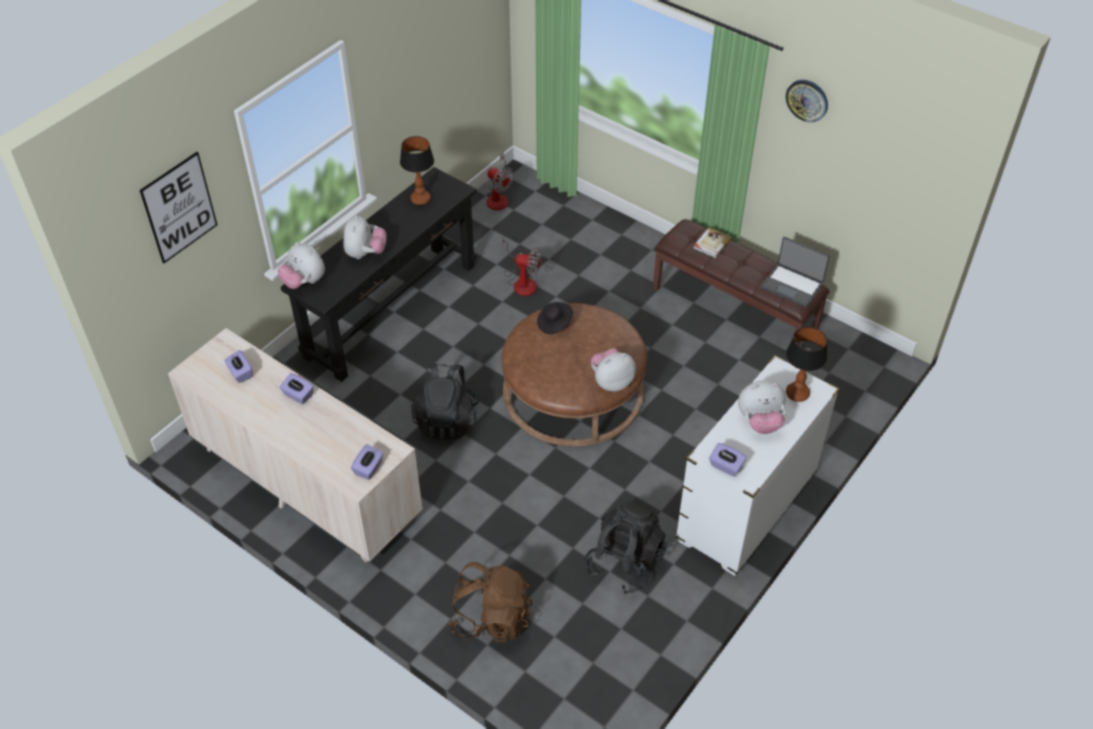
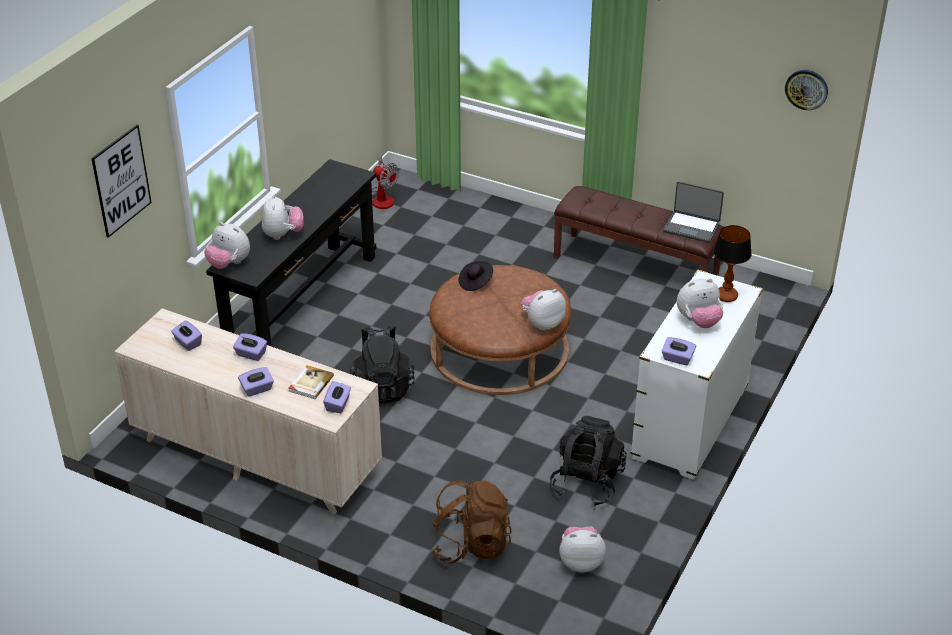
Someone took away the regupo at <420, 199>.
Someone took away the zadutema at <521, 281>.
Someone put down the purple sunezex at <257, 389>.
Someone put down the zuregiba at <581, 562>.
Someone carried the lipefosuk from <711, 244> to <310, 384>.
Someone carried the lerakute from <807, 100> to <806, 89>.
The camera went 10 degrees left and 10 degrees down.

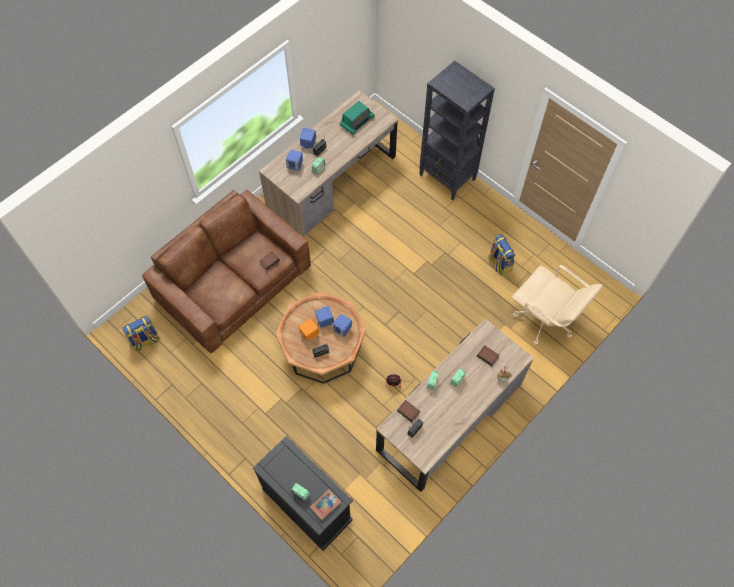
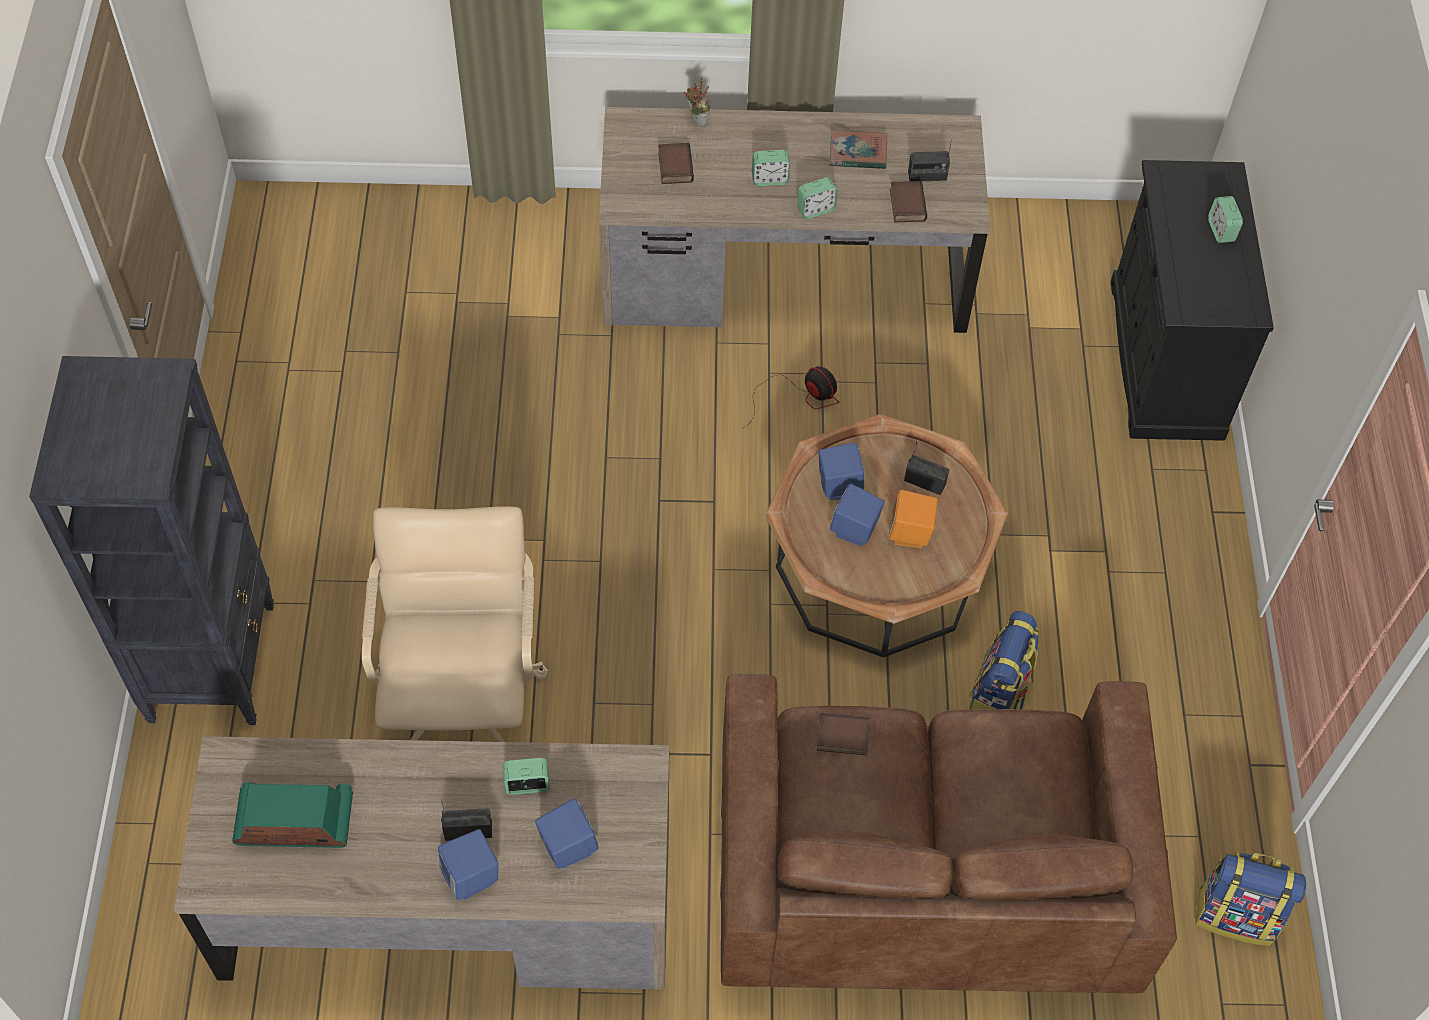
Someone carried the lipefosuk from <325, 505> to <858, 153>.
Someone carried the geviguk from <499, 263> to <999, 695>.
Someone carried the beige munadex from <545, 319> to <463, 696>.
The camera went 135 degrees left and 5 degrees down.

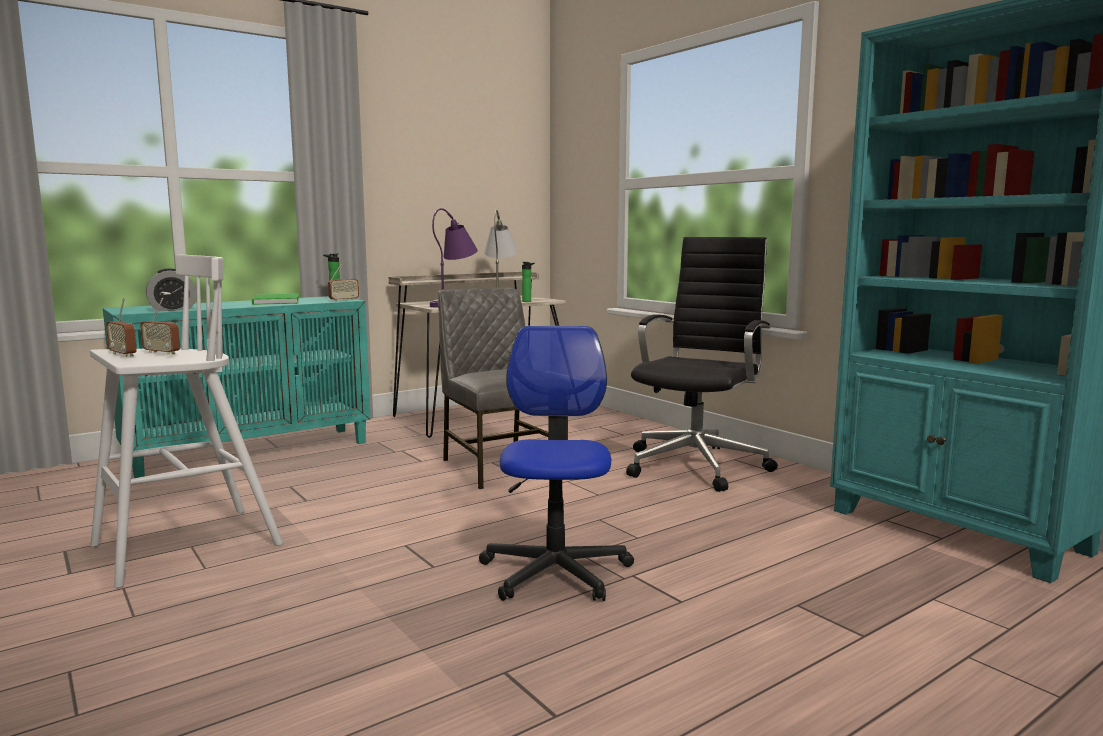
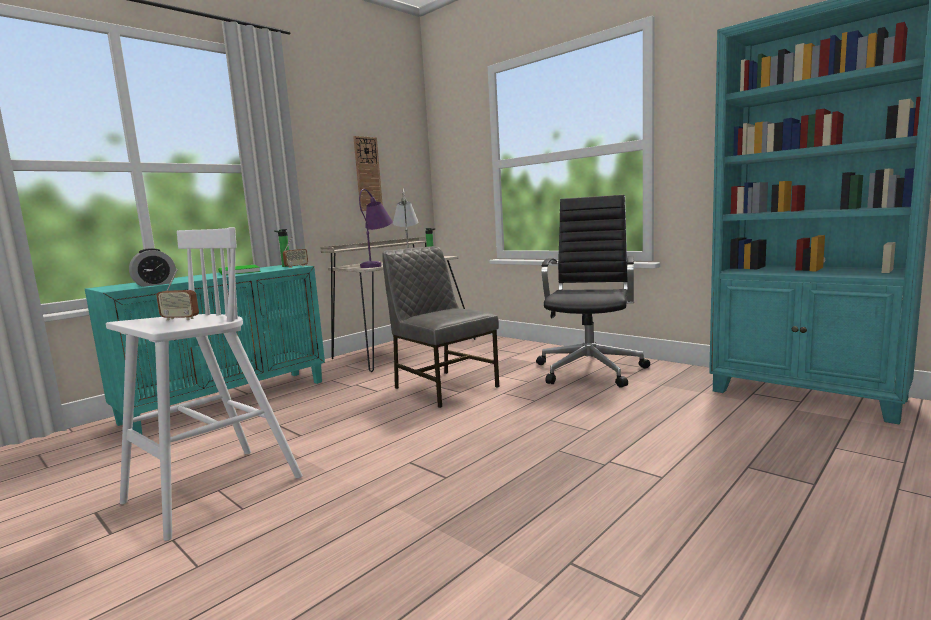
Someone took away the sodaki at <123, 355>.
Someone took away the munadex at <555, 572>.
Someone put up the lerakute at <367, 174>.
The camera went 10 degrees left and 0 degrees up.

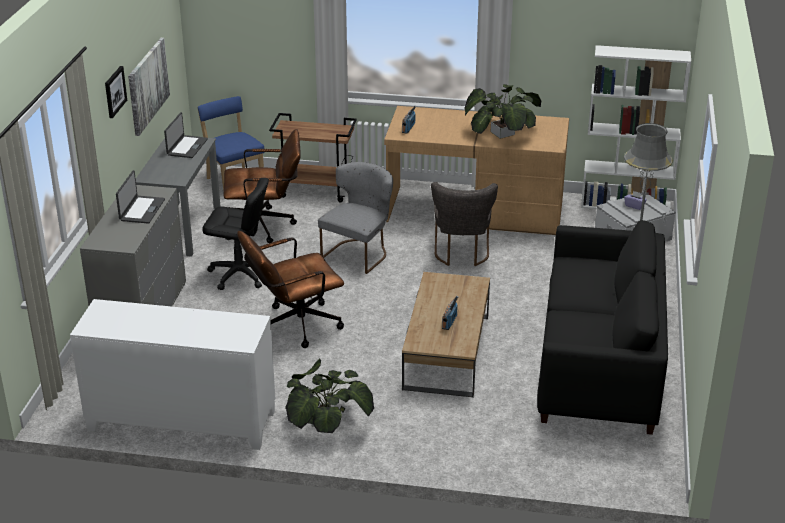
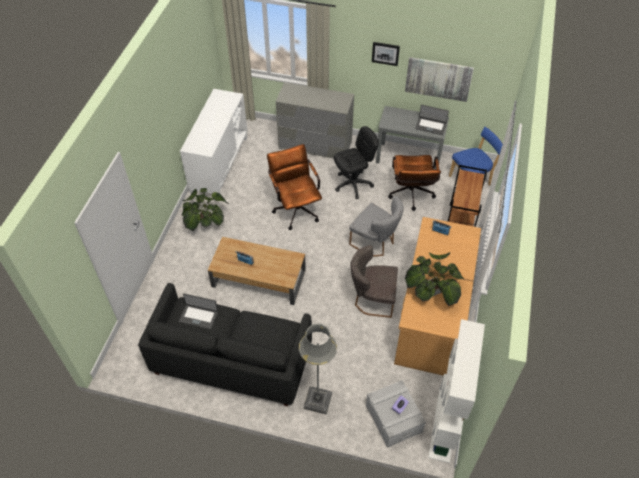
Someone carried the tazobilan from <141, 210> to <198, 316>.
Someone rotated the black munadex at <240, 274> by 135 degrees counterclockwise.
The camera went 95 degrees right and 20 degrees up.

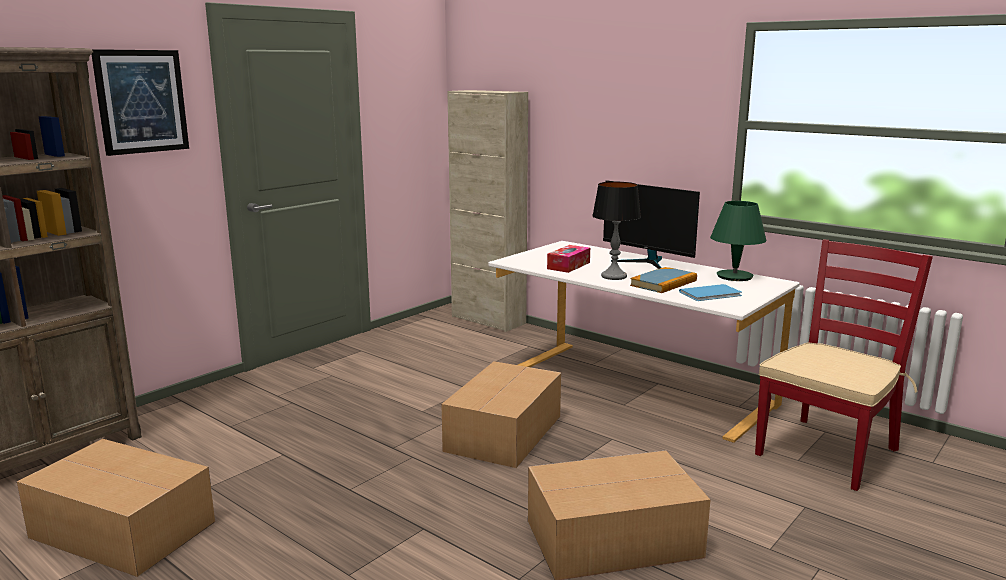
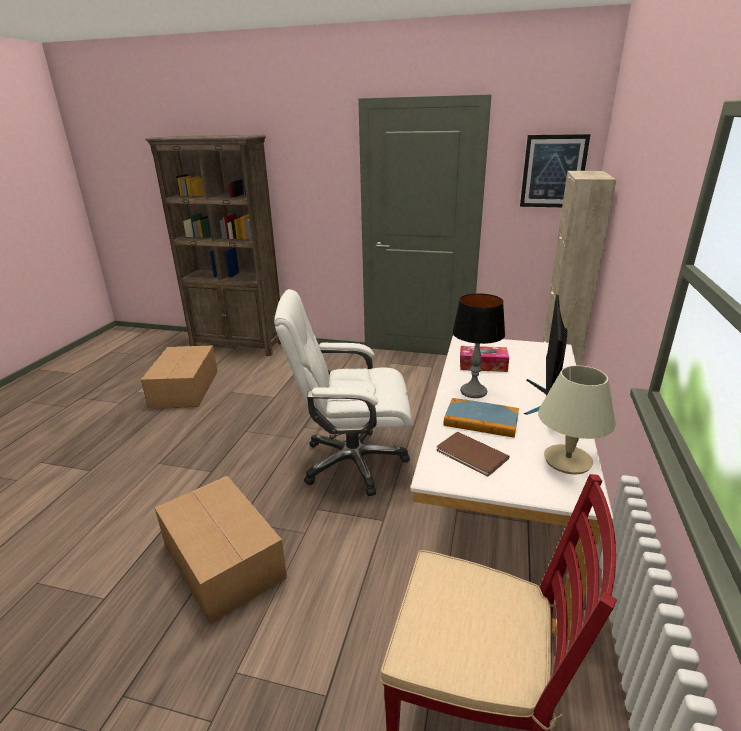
Someone carried the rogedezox from <141, 101> to <553, 171>.
Someone swapped the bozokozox at <502, 433> for the white munadex at <352, 462>.
Someone repainted the blue lipefosuk at <712, 294>, which became the brown lipefosuk at <472, 455>.
Someone repainted the green regupo at <734, 276>, which became the beige regupo at <568, 460>.
The camera went 65 degrees right and 10 degrees up.

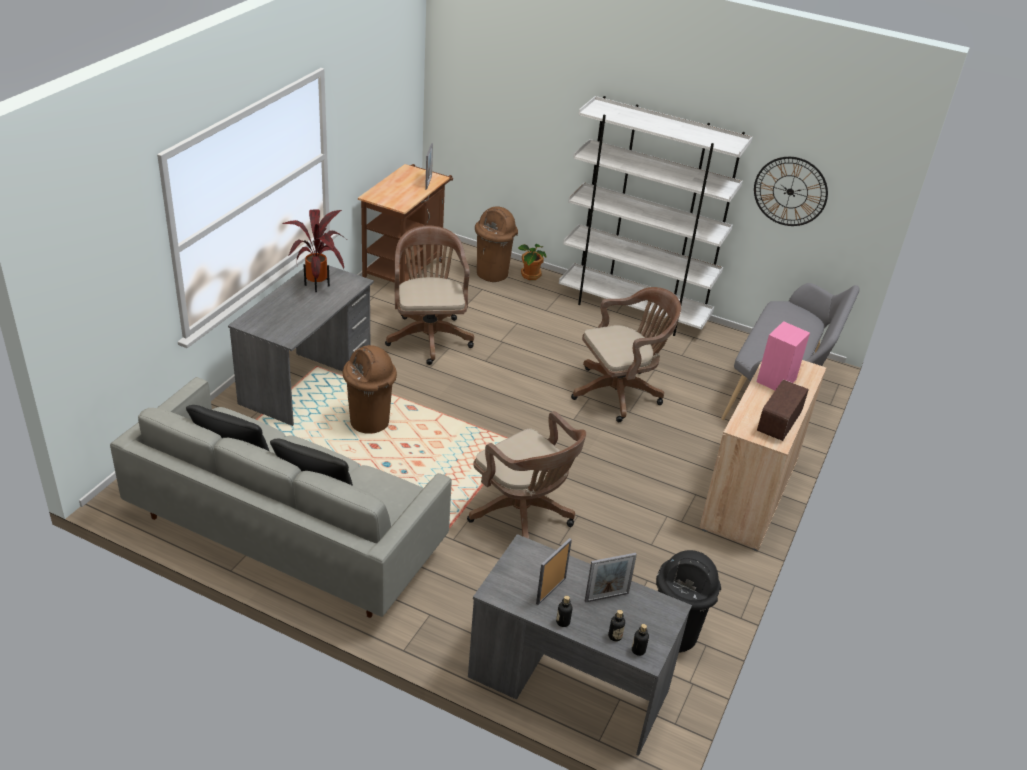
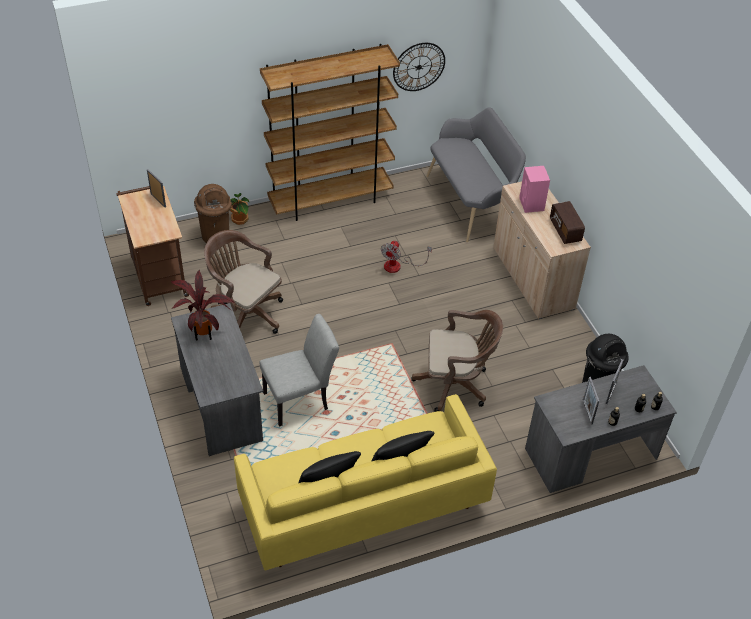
Someone swapped the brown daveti at <370, 422> for the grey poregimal at <301, 400>.
Someone swapped the brown munadex at <620, 392> for the zadutema at <398, 265>.
Someone repainted the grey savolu at <287, 534>, which became the yellow savolu at <362, 505>.
Someone repainted the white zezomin at <633, 310>, which became the brown zezomin at <331, 200>.
The camera went 45 degrees left and 10 degrees up.

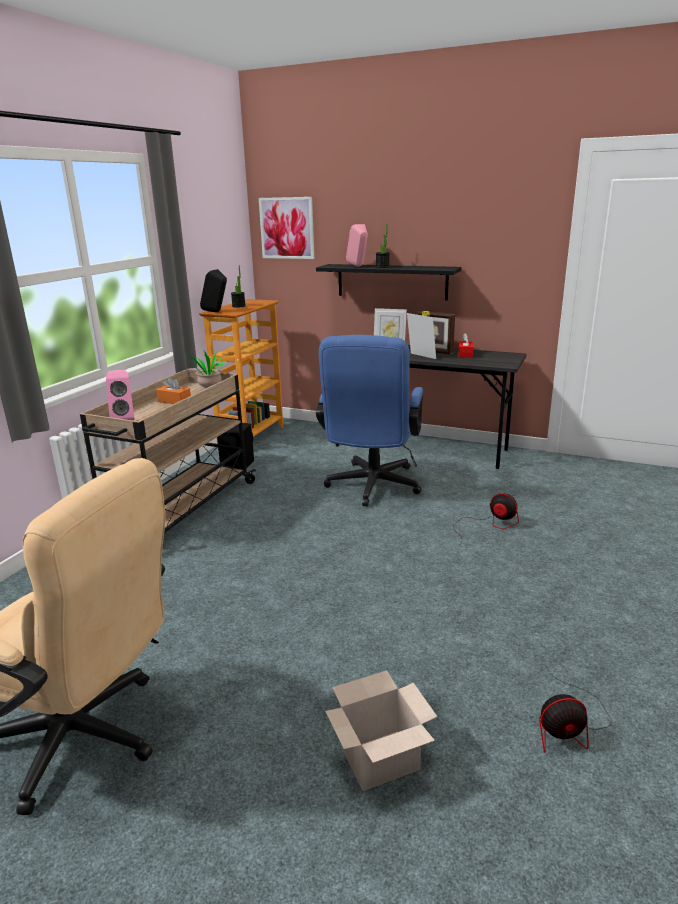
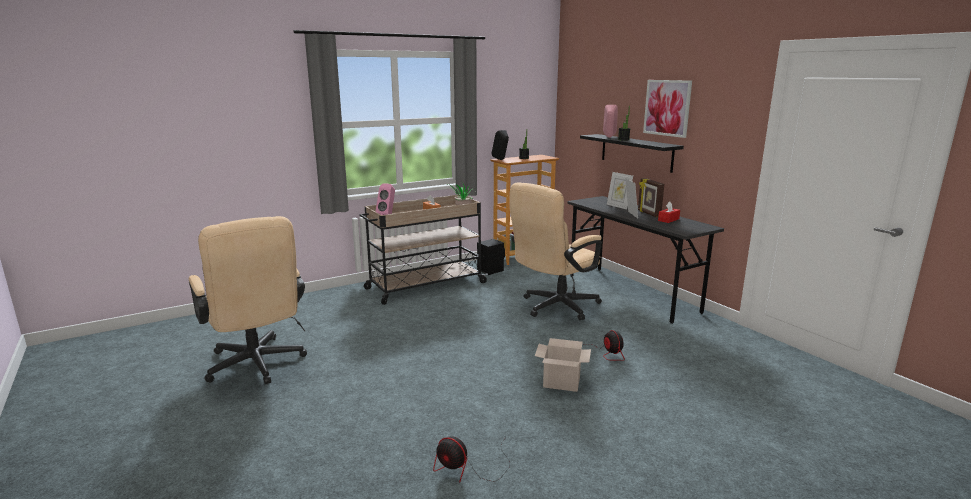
Someone carried the rogedezox from <287, 228> to <667, 108>.
Someone carried the bozokozox from <381, 758> to <562, 382>.
Someone repainted the blue munadex at <371, 488>, which became the beige munadex at <554, 307>.
The camera went 35 degrees right and 5 degrees down.

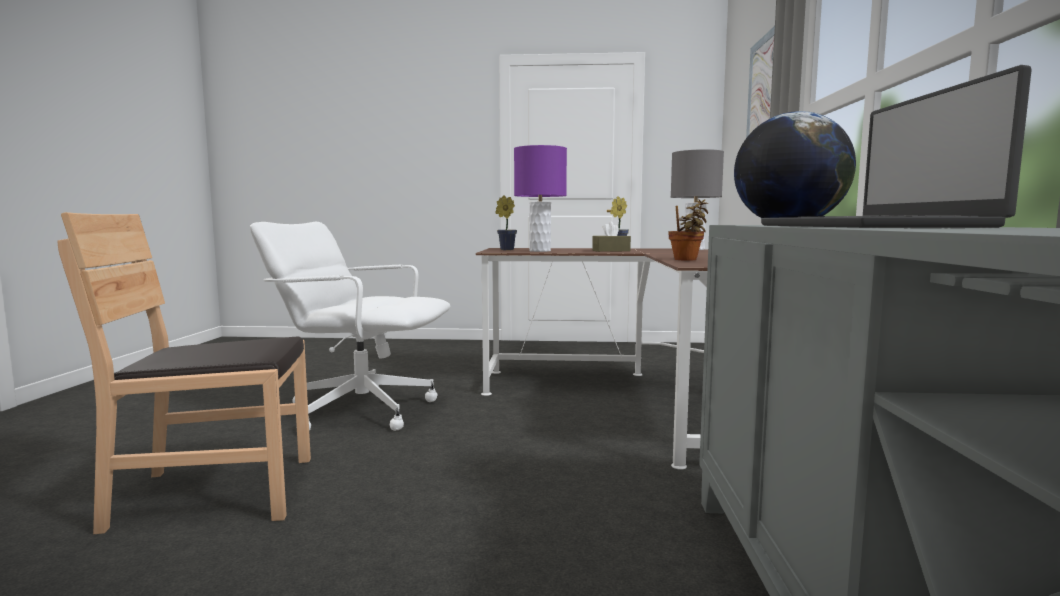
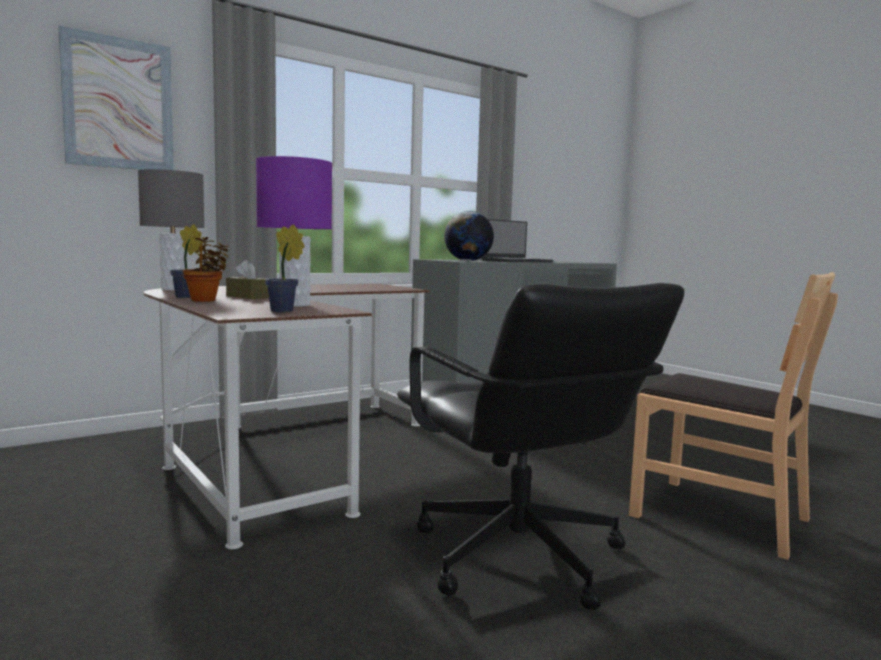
Someone carried the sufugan from <687, 259> to <205, 300>.
Someone repainted the white munadex at <361, 410>, which became the black munadex at <518, 557>.
The camera went 130 degrees left and 0 degrees up.

